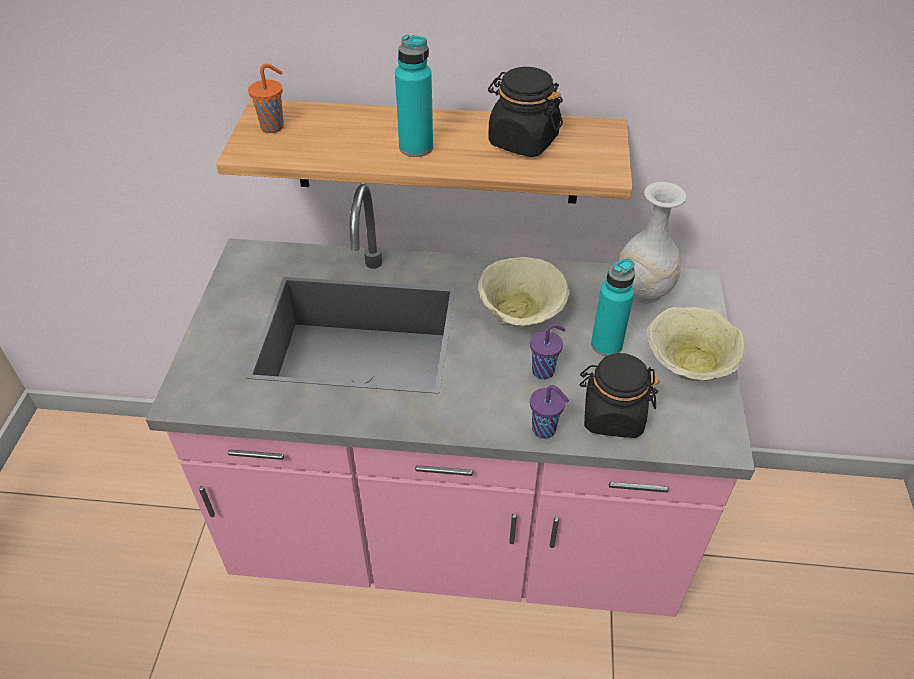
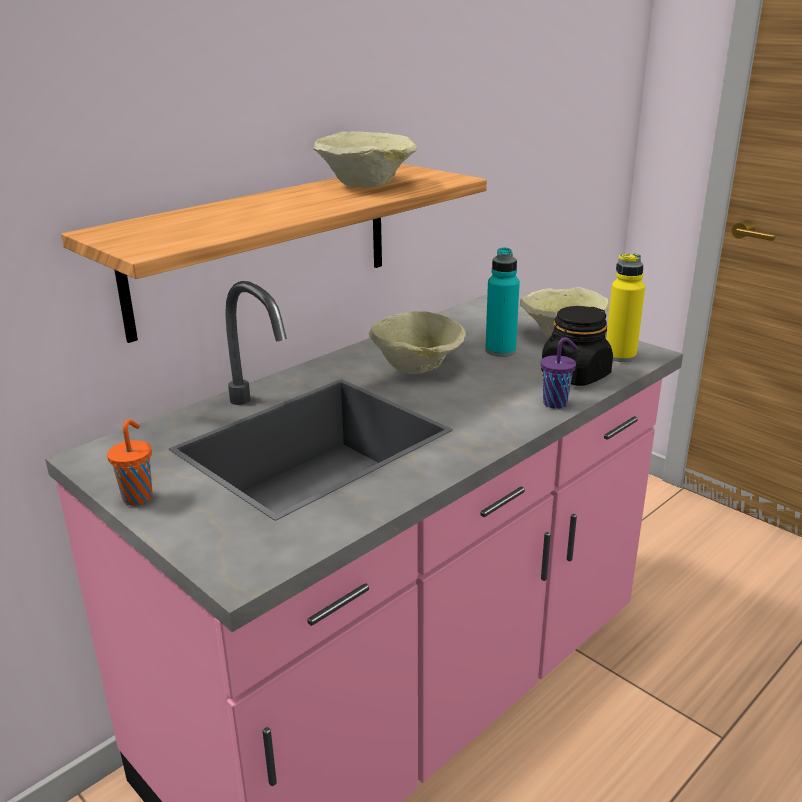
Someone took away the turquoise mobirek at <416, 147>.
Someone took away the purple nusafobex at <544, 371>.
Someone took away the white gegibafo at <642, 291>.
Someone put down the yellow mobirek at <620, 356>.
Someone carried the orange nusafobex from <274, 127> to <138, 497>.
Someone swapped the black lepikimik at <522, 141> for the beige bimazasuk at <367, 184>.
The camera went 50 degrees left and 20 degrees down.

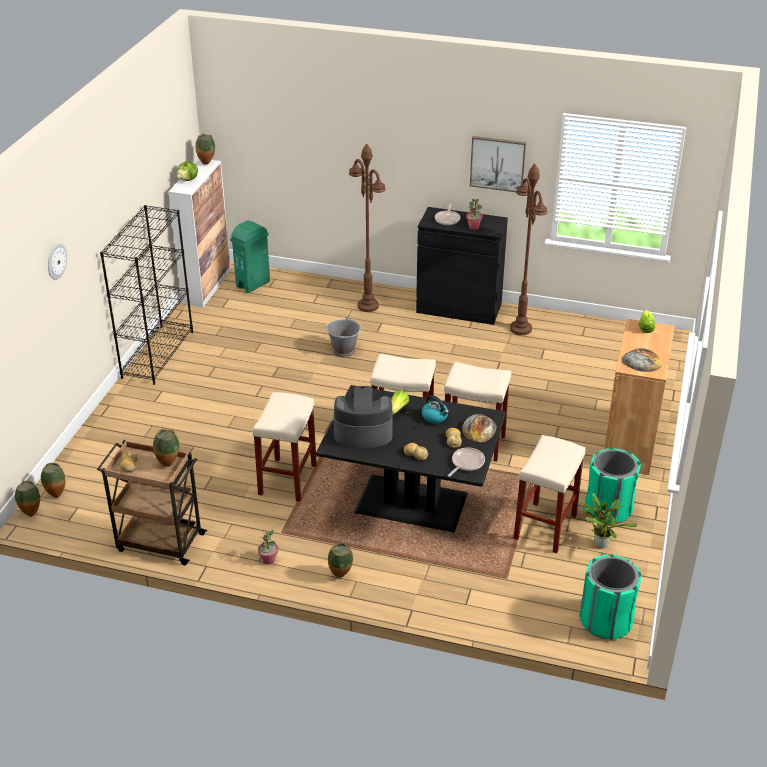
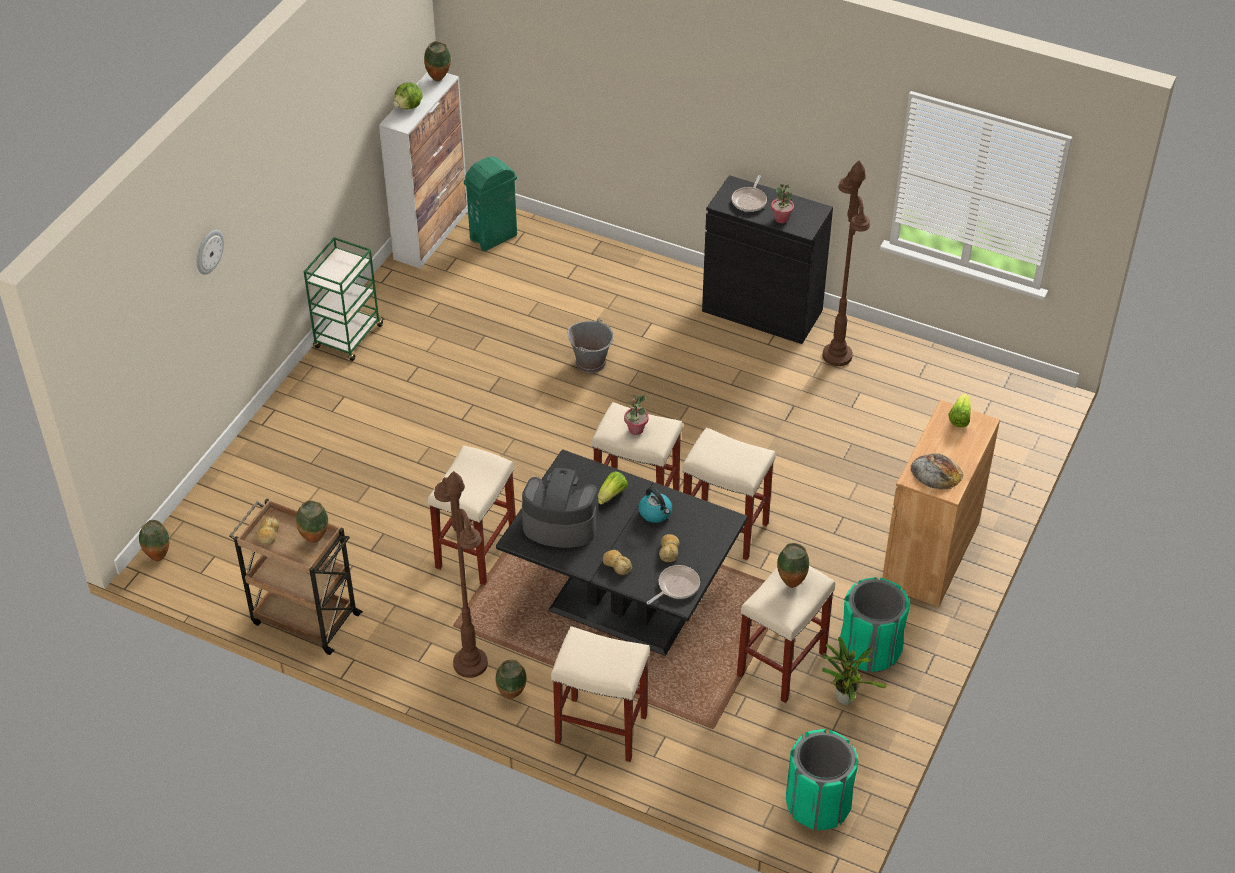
Someone took away the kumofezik at <479, 428>.
Someone took away the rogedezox at <497, 163>.
Someone put down the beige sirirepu at <600, 729>.
Someone carried the gegibafo from <56, 495> to <790, 583>.
Someone carried the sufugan from <268, 560> to <635, 429>.
Someone carried the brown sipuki from <367, 306> to <470, 663>.
Someone swapped the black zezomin at <158, 354> for the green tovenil at <348, 338>.
The camera went 10 degrees right and 10 degrees up.

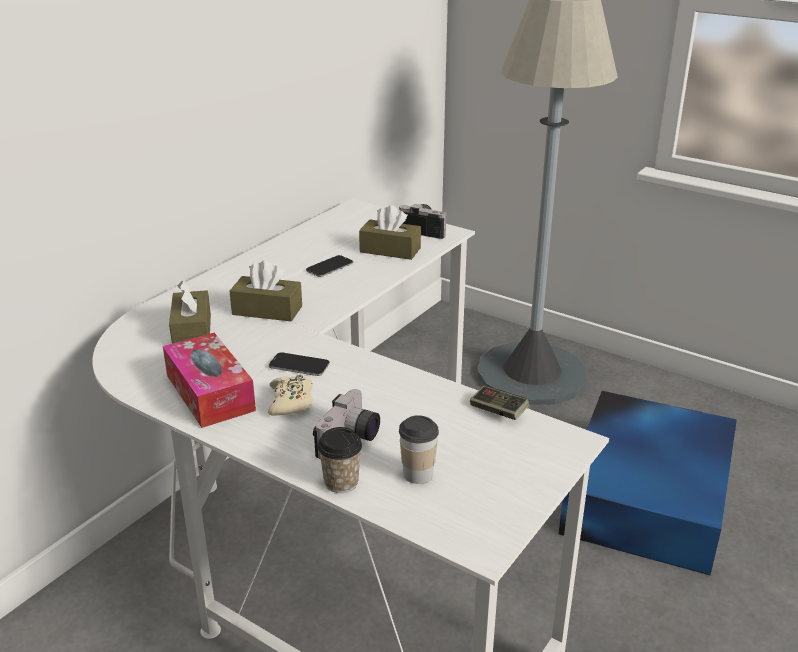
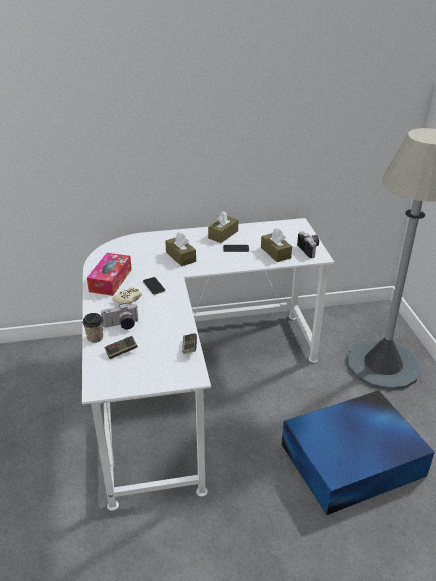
Someone carried the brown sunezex from <192, 331> to <223, 234>.
Someone swapped the nusafobex at <418, 474> for the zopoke at <121, 351>.
The camera went 45 degrees right and 5 degrees up.

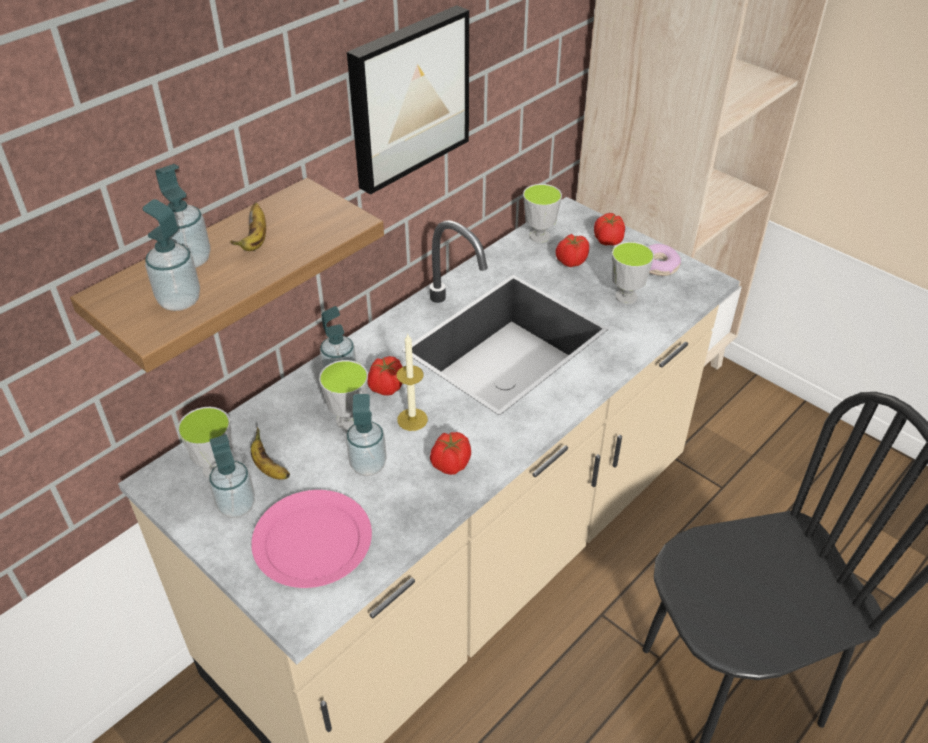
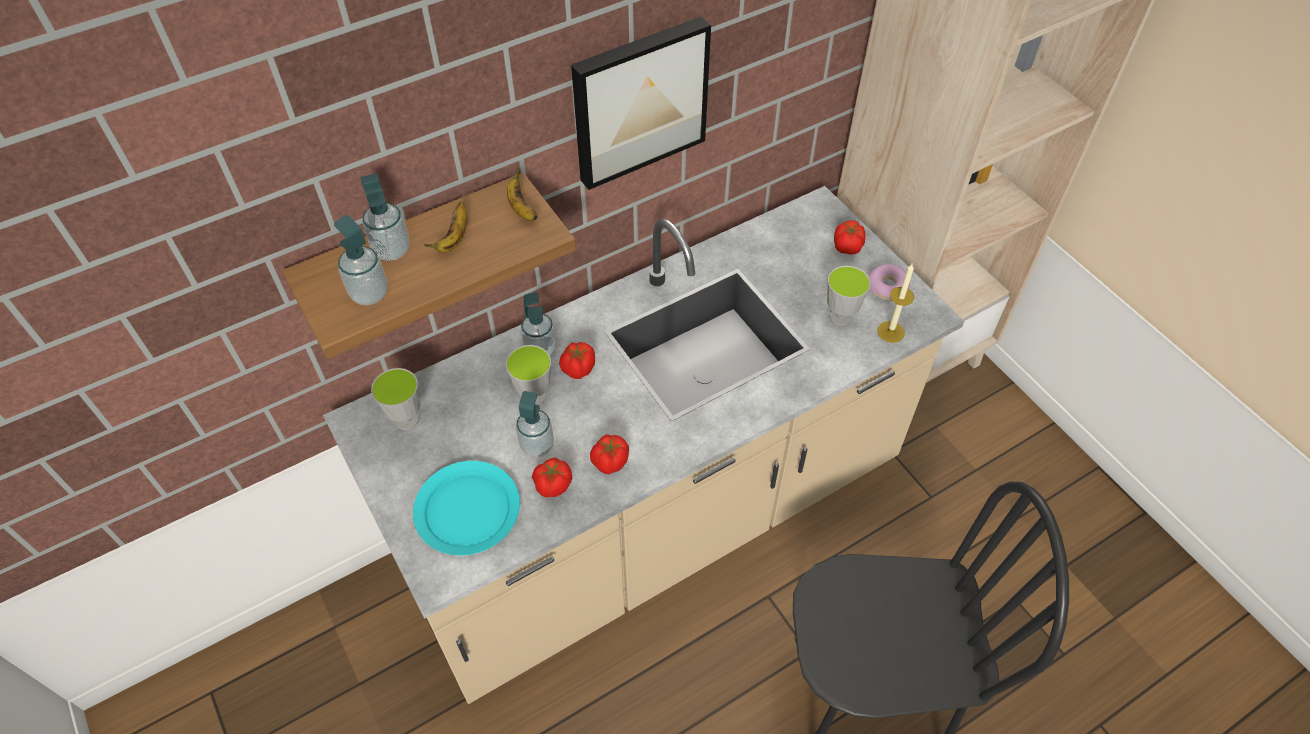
Someone took away the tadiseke at <237, 506>.
Someone took away the nusafobex at <539, 236>.
Someone carried the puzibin from <268, 468> to <521, 208>.
Someone carried the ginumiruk from <412, 419> to <891, 332>.
Someone carried the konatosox from <571, 261> to <553, 485>.
Someone repainted the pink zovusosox at <312, 542>, which became the turquoise zovusosox at <467, 511>.
The camera went 15 degrees right and 10 degrees up.

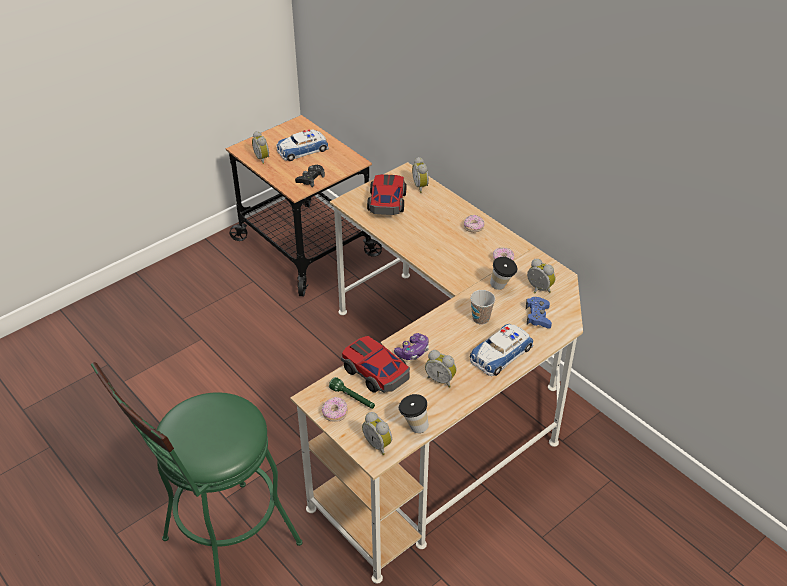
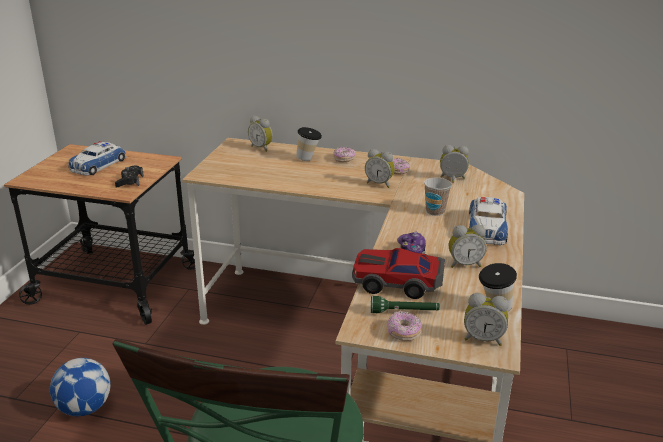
Someone took away the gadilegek at <386, 202>.
Someone took away the blue zopoke at <538, 316>.
Someone put down the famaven at <84, 408>.
Someone carried the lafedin from <263, 158> to <379, 184>.
Someone carried the nusafobex from <502, 287> to <309, 159>.
The camera went 35 degrees left and 15 degrees down.

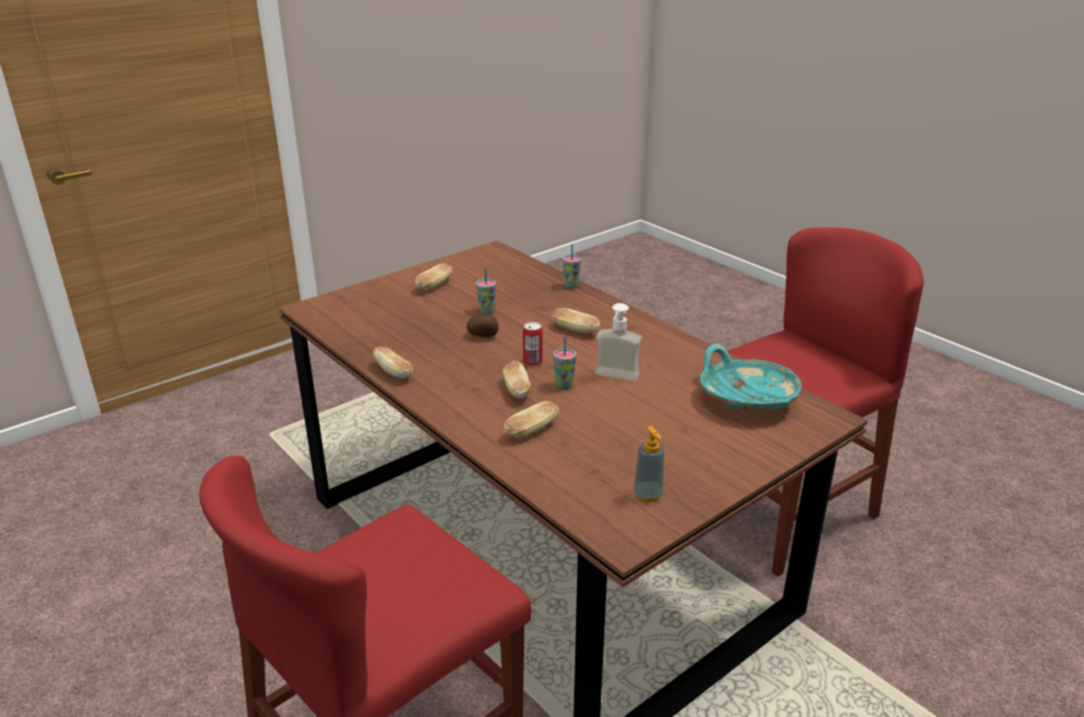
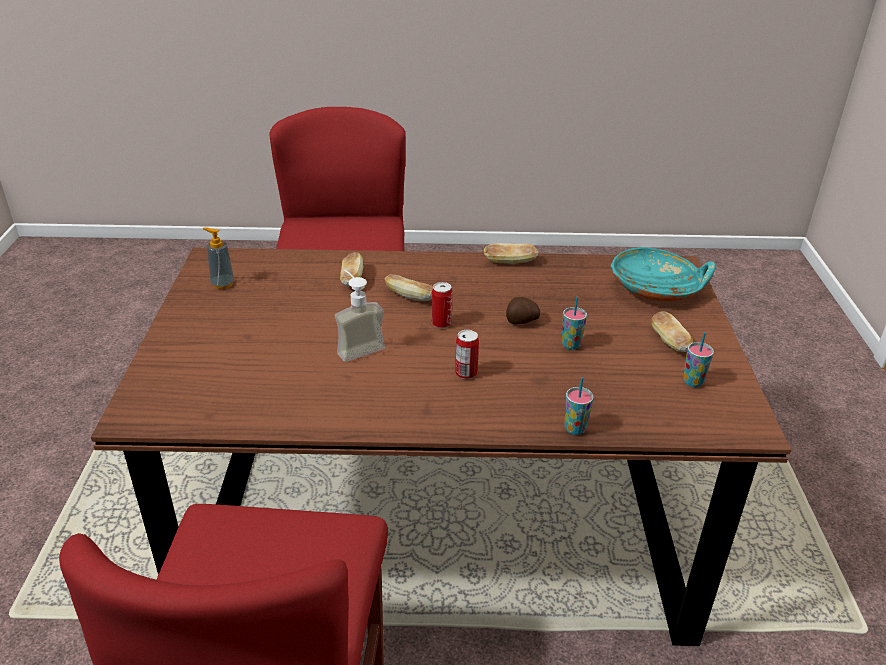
Someone carried the nusafobex from <564, 385> to <693, 382>.
Someone carried the turquoise bimazasuk from <745, 398> to <657, 289>.
Someone swapped the kumofezik at <575, 330> for the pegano at <466, 373>.
The camera went 130 degrees right and 5 degrees up.

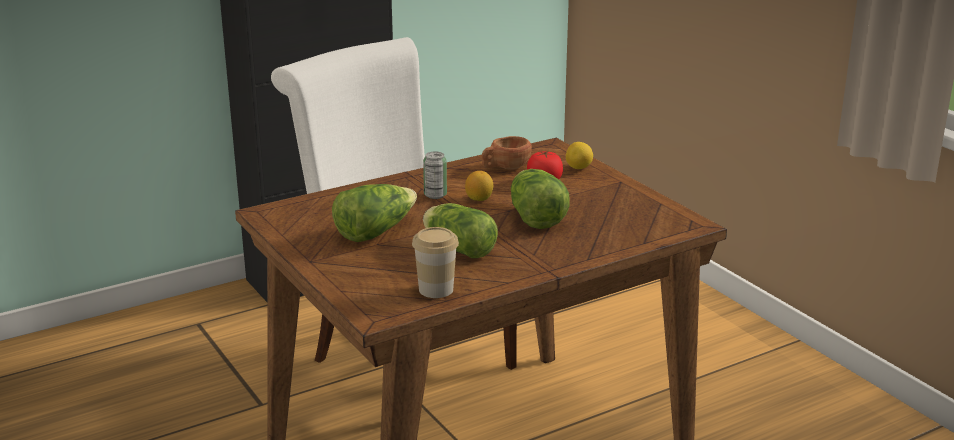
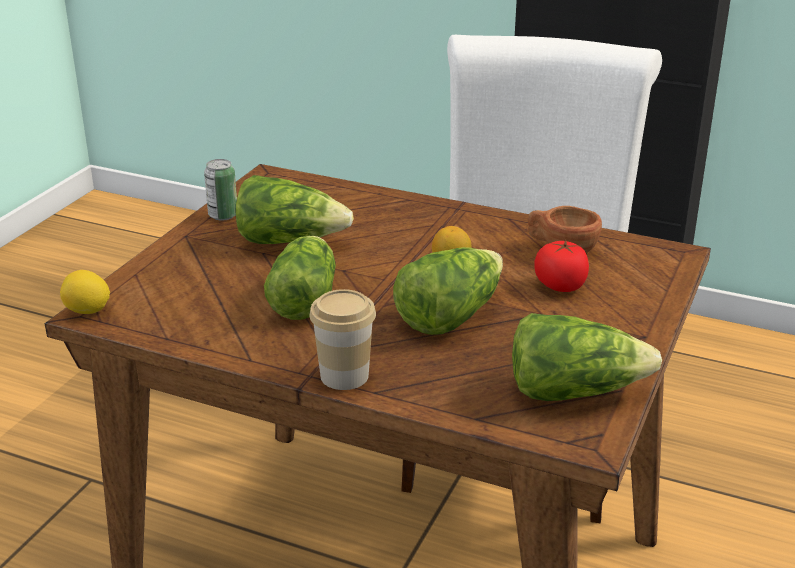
Someone put down the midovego at <574, 390>.
Someone carried the nusafobex from <436, 289> to <344, 376>.
Someone carried the pegano from <435, 195> to <223, 215>.
Someone carried the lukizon from <579, 168> to <88, 311>.
The camera went 55 degrees right and 5 degrees up.

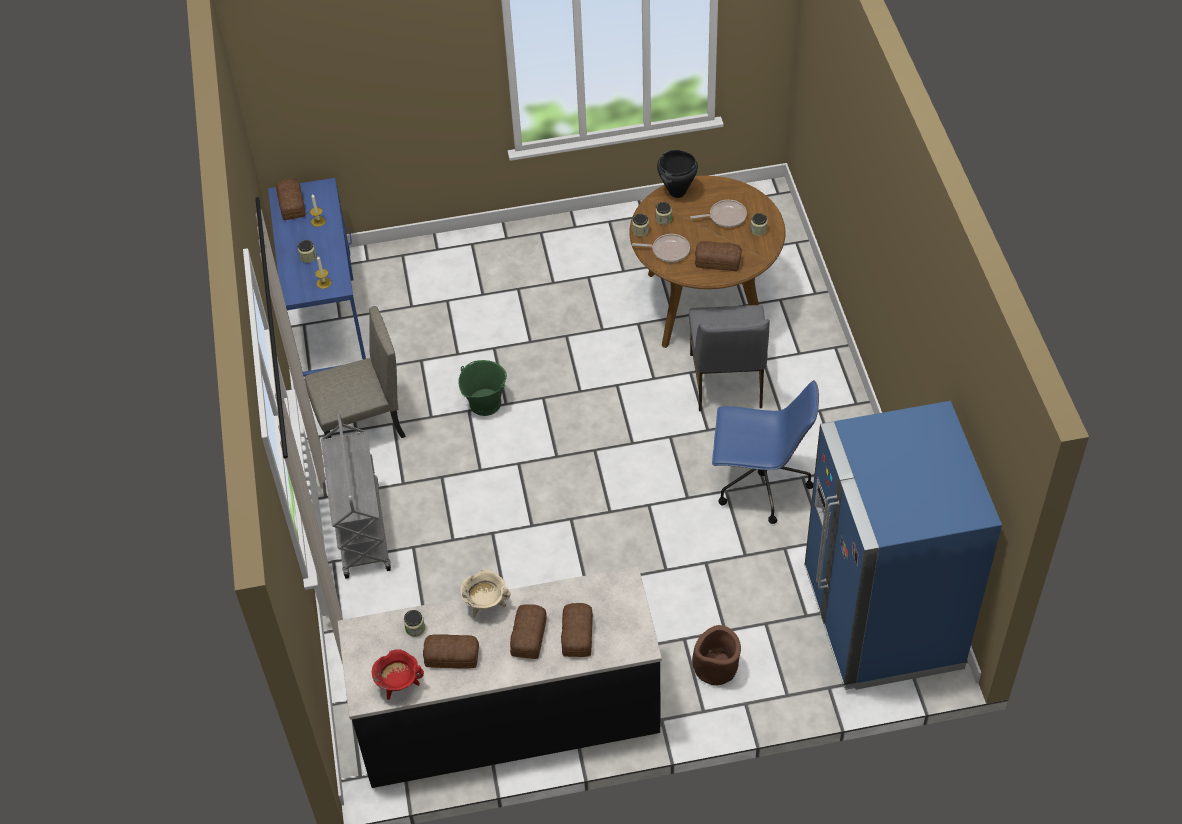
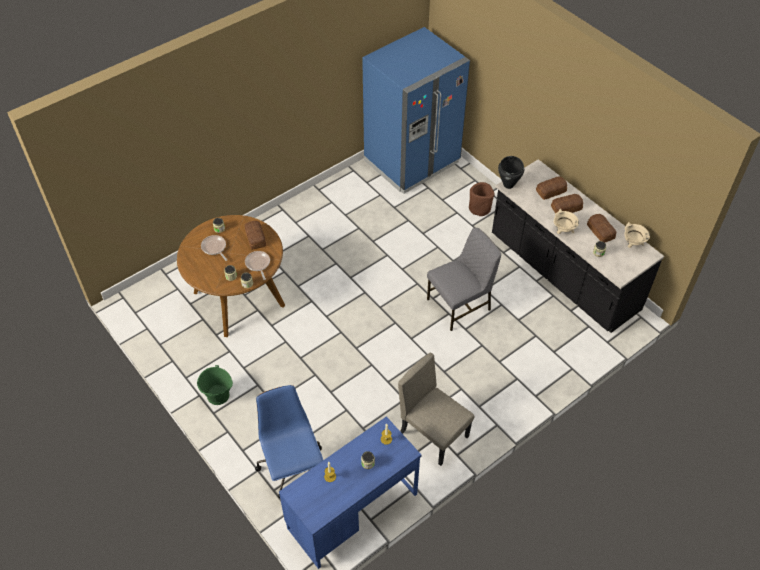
Someone took away the kumofezik at <292, 204>.
Someone took away the grey tovenil at <361, 529>.
Someone carried the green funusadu from <485, 403> to <218, 395>.
Someone carried the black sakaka from <677, 192> to <508, 184>.
Someone carried the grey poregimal from <727, 381> to <460, 305>.
Someone carried the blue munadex from <759, 484> to <292, 468>.
Someone repainted the red sakaka at <399, 685>, which became the beige sakaka at <632, 244>.
The camera went 120 degrees left and 0 degrees up.

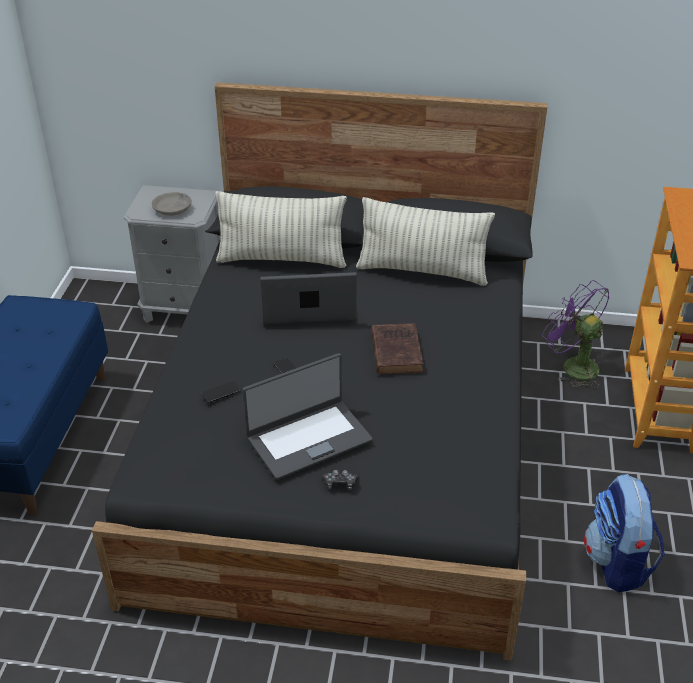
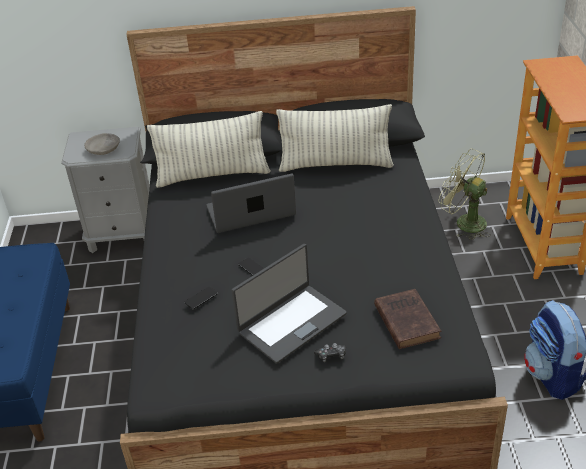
Someone carried the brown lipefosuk from <396, 351> to <406, 320>.
Someone repainted the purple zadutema at <573, 366>, which became the green zadutema at <464, 222>.
The camera went 10 degrees left and 0 degrees up.

